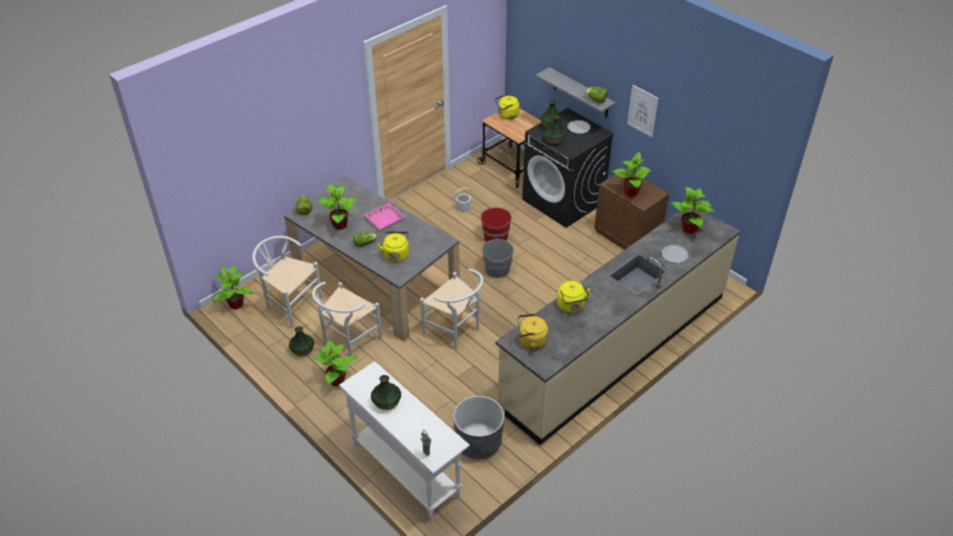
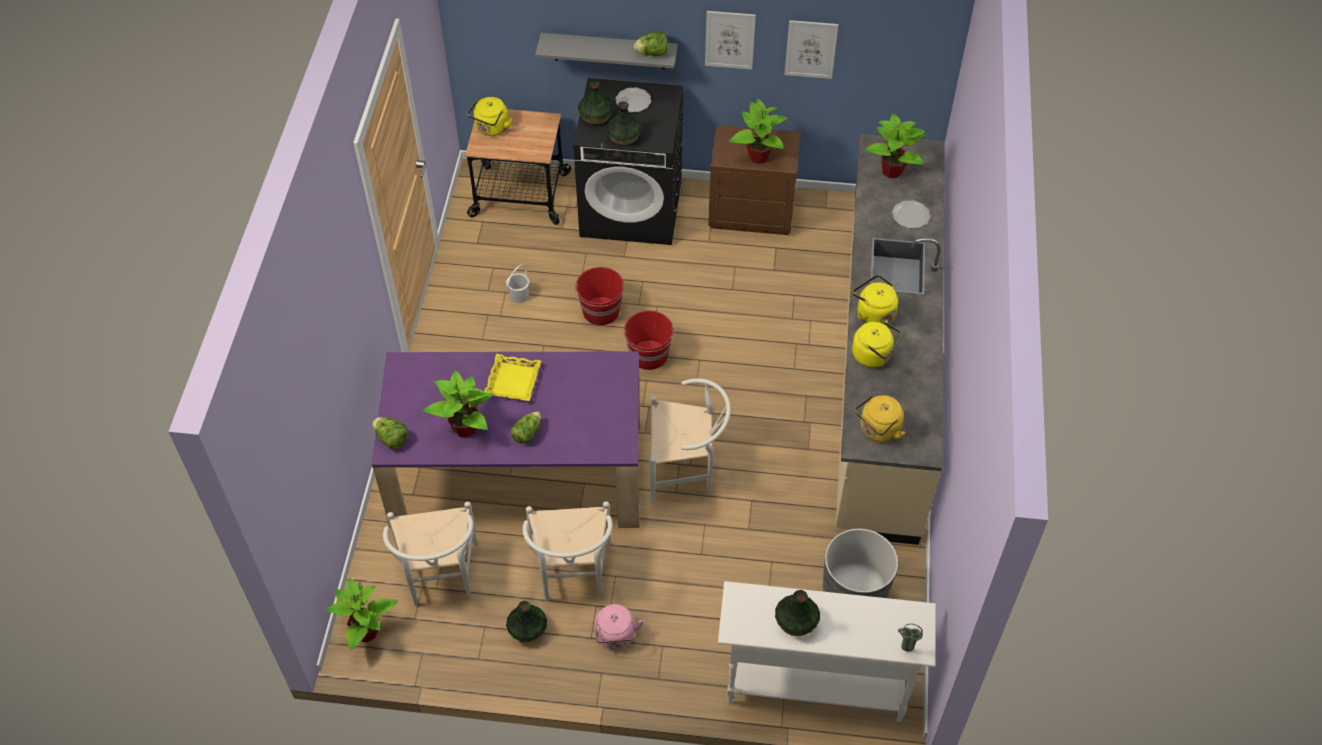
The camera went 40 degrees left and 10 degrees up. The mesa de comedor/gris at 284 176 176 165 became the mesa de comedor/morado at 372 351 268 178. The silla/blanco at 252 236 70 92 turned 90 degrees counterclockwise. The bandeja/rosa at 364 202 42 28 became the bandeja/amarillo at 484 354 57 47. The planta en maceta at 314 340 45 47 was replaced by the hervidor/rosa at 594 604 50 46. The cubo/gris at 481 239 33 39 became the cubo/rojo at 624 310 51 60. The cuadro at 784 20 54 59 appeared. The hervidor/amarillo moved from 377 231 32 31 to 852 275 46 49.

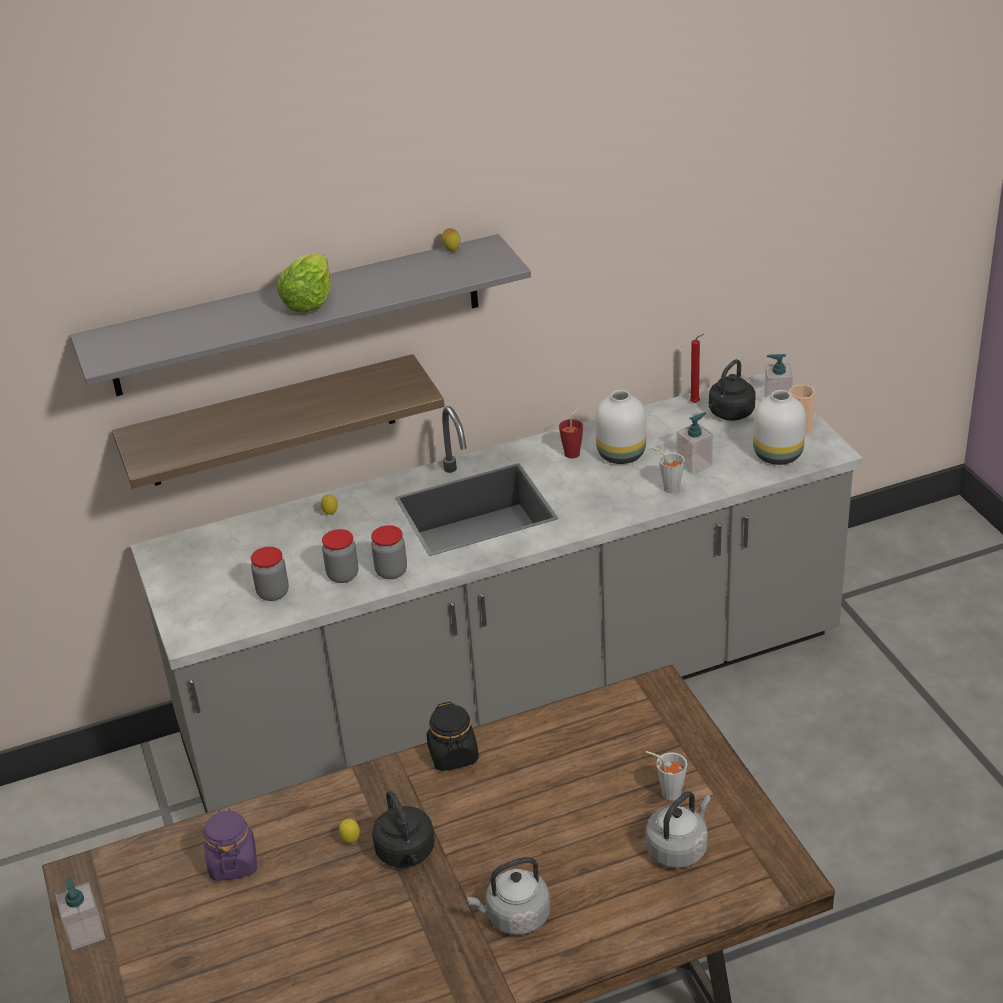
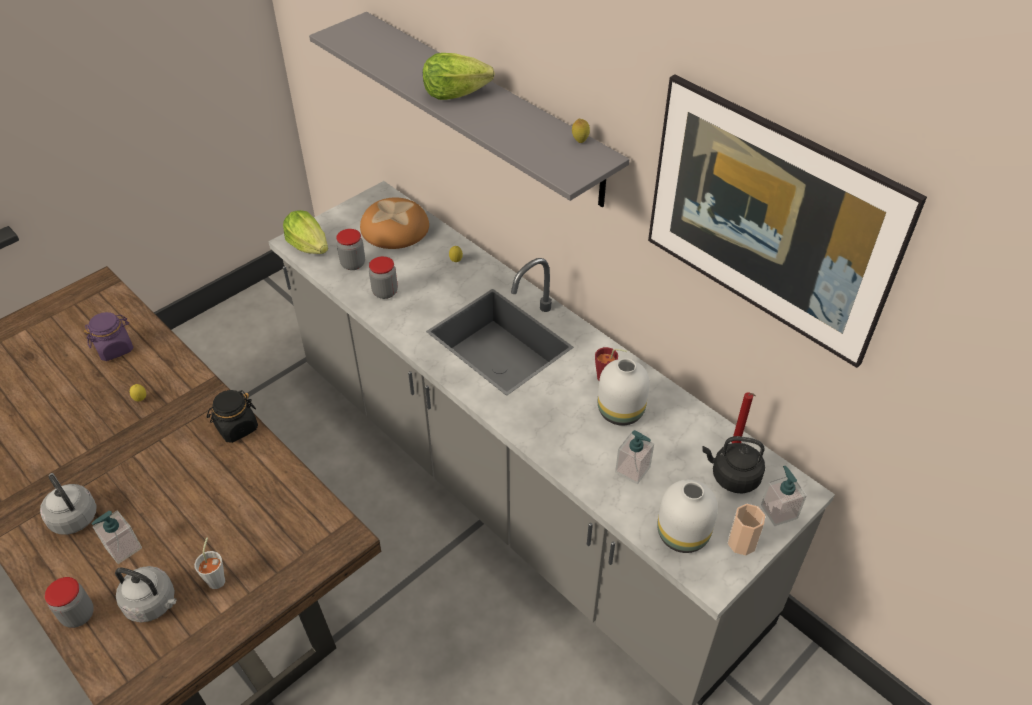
The camera went 65 degrees right and 10 degrees up. The tarro moved from 371 525 36 54 to 45 577 49 51. The dispensador de jabón moved from 55 877 50 73 to 91 511 51 53. The lechuga at 283 210 45 44 appeared. The pan at 360 197 69 52 appeared. The cuadro at 648 74 279 294 appeared. The estante at 112 354 333 135 disappeared. The hervidor/negro at 372 790 63 78 disappeared. The taza/gris at 651 447 34 46 disappeared.

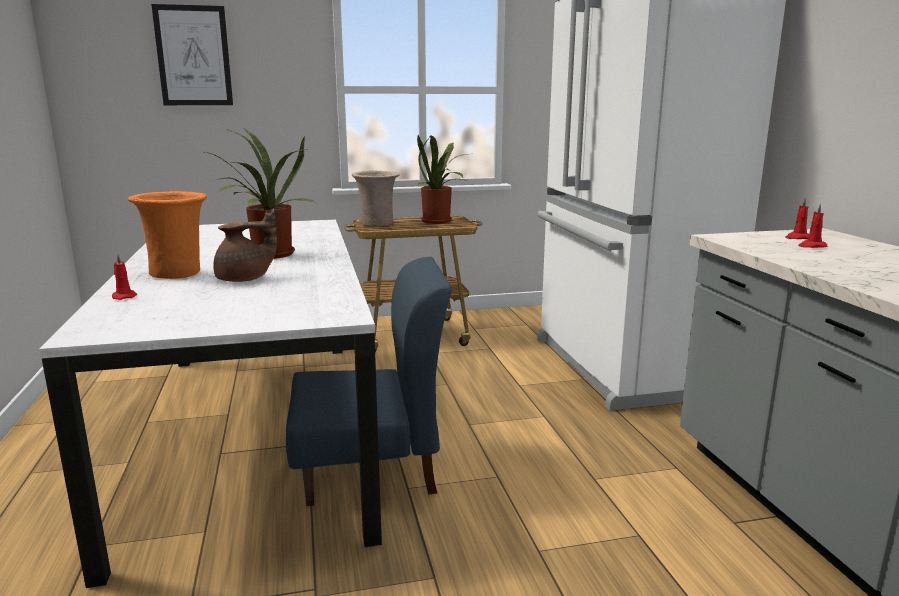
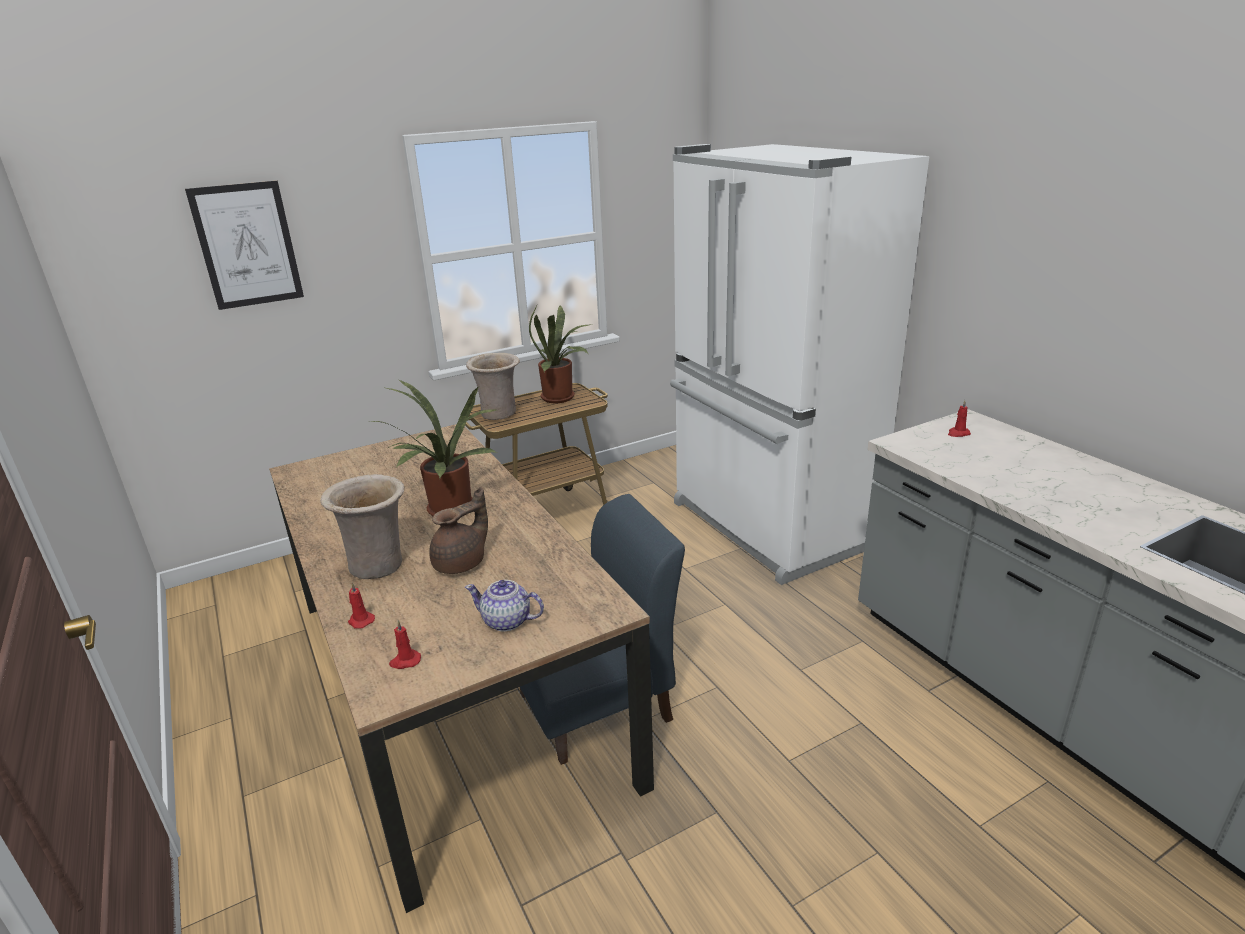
The camera went 15 degrees left and 10 degrees up. The mesa de comedor/blanco at 39 219 343 369 became the mesa de comedor/marrón at 269 424 385 489. The florero/naranja at 127 191 80 88 became the florero/beis at 320 474 85 105. The vela/rojo moved from 798 204 29 44 to 389 621 32 48. The tetera at 465 580 79 52 appeared.

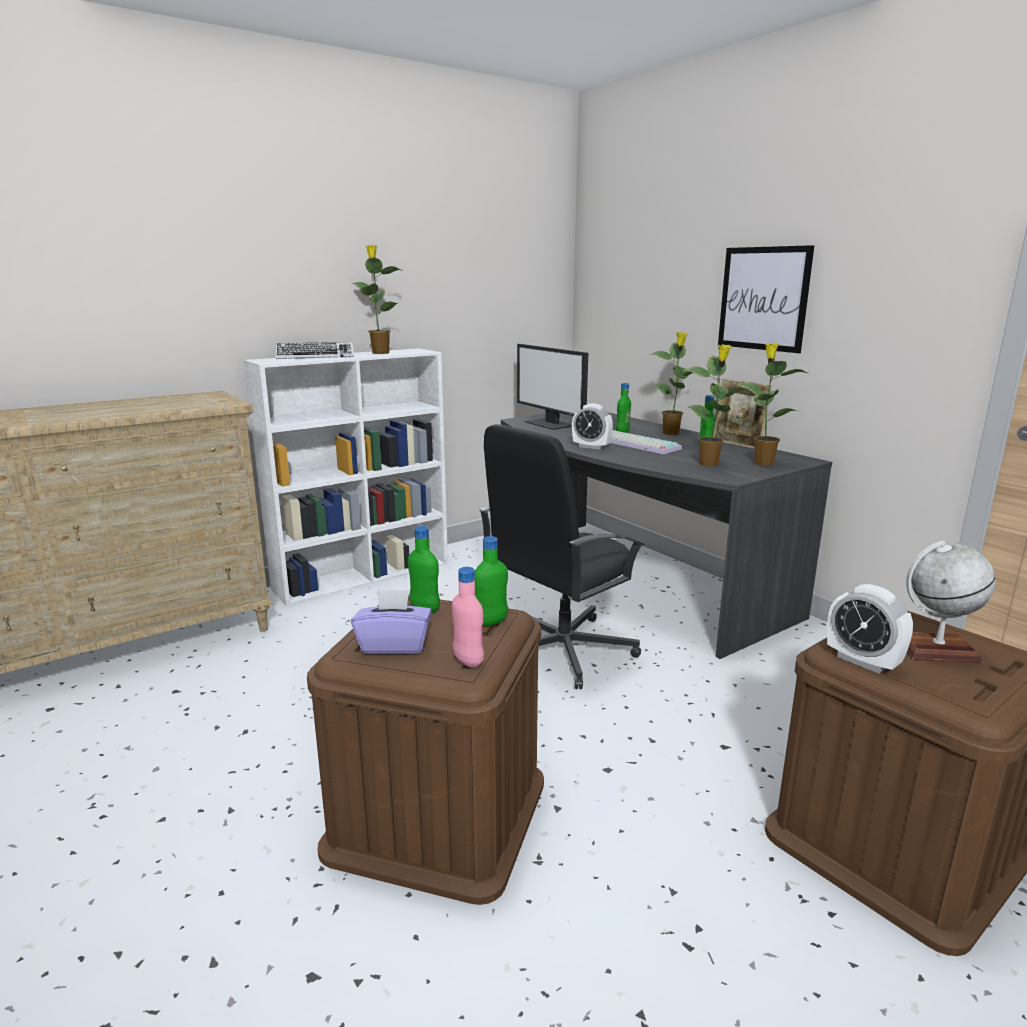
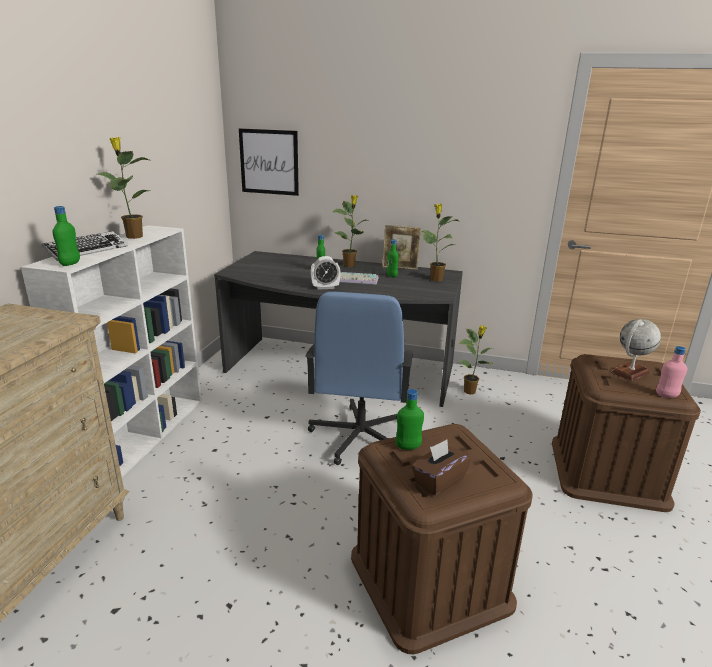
The camera went 40 degrees left and 5 degrees up. The botella/verde moved from 475 536 33 90 to 52 206 28 60. The cuadro moved from 718 245 96 108 to 239 128 60 68. The silla de oficina/negro at 479 424 166 265 became the silla de oficina/azul at 305 292 109 173. The caja de pañuelos/morado at 351 589 81 65 became the caja de pañuelos/marrón at 411 440 61 55. The planta en maceta moved from 684 344 66 123 to 459 326 34 69. The botella/rosa moved from 452 567 32 101 to 656 346 32 52. The monitor at 517 344 71 86 disappeared. The despertador at 827 584 86 89 disappeared.

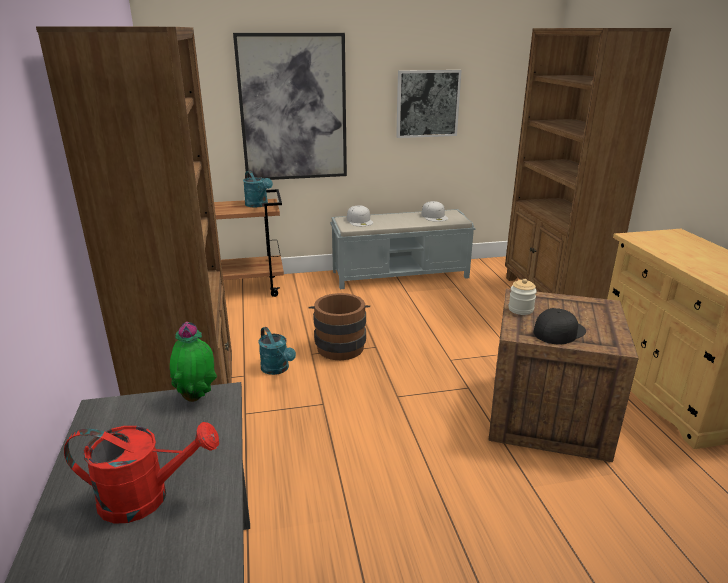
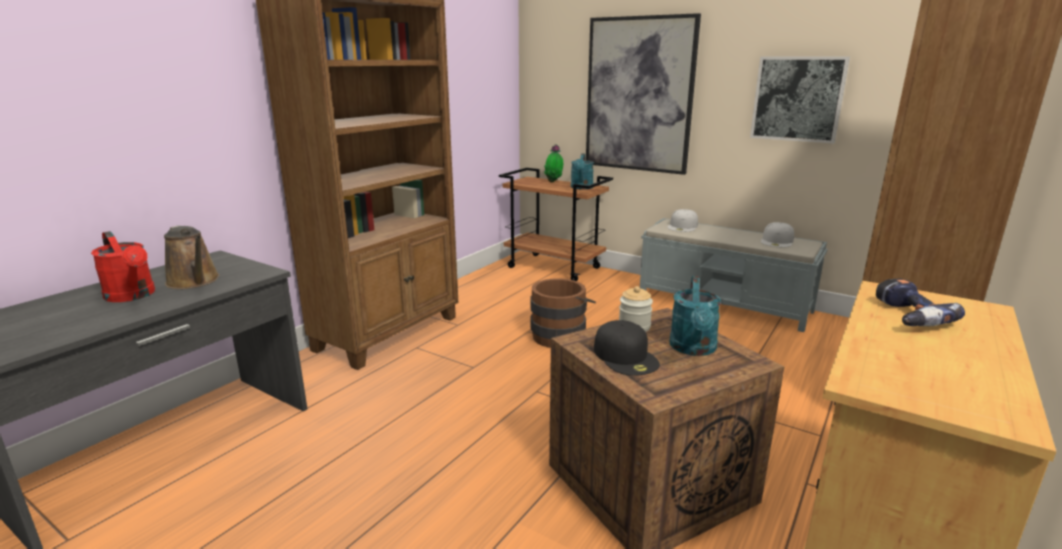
The camera went 45 degrees right and 5 degrees down. The regadera/marrón at 164 225 56 64 appeared. The planta en maceta moved from 170 322 47 80 to 544 144 19 39. The gorra/negro at 534 308 52 36 turned 60 degrees clockwise. The regadera/turquesa moved from 258 327 38 48 to 670 276 51 80. The taladro at 876 278 89 48 appeared.

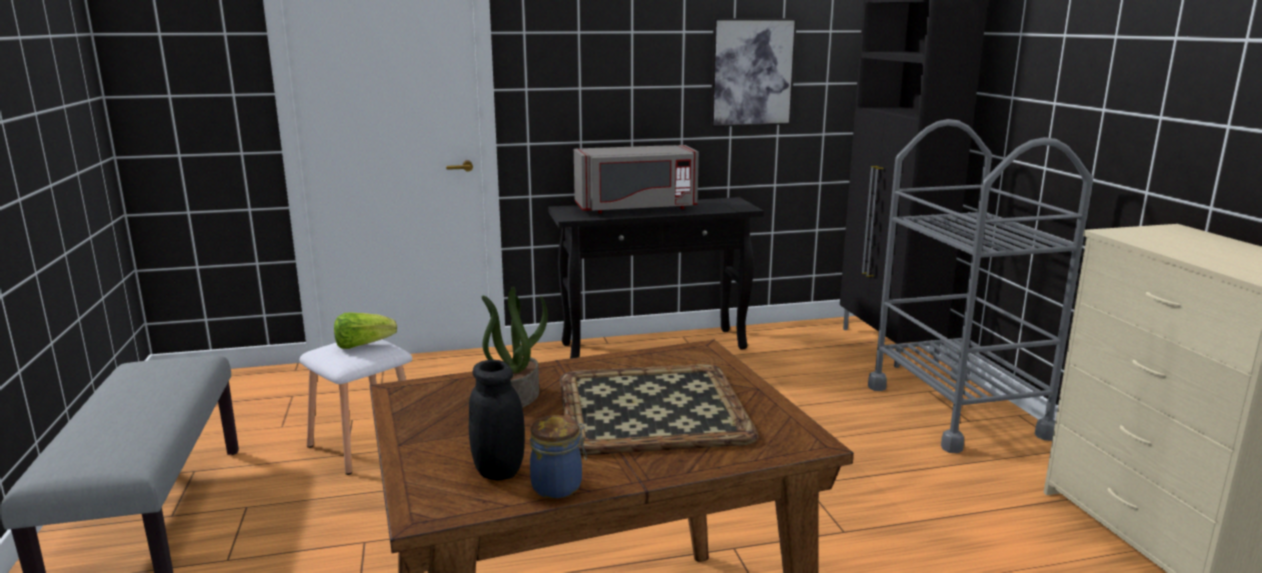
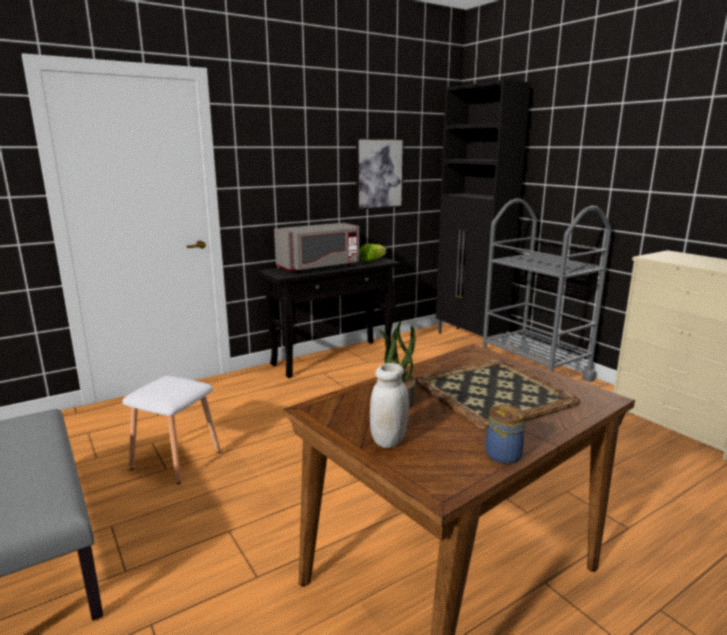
The camera went 20 degrees left and 0 degrees up. The lechuga moved from 334 312 63 37 to 360 244 27 18. The tarro/blanco at 370 363 39 85 appeared. The tarro/negro at 469 360 56 121 disappeared.

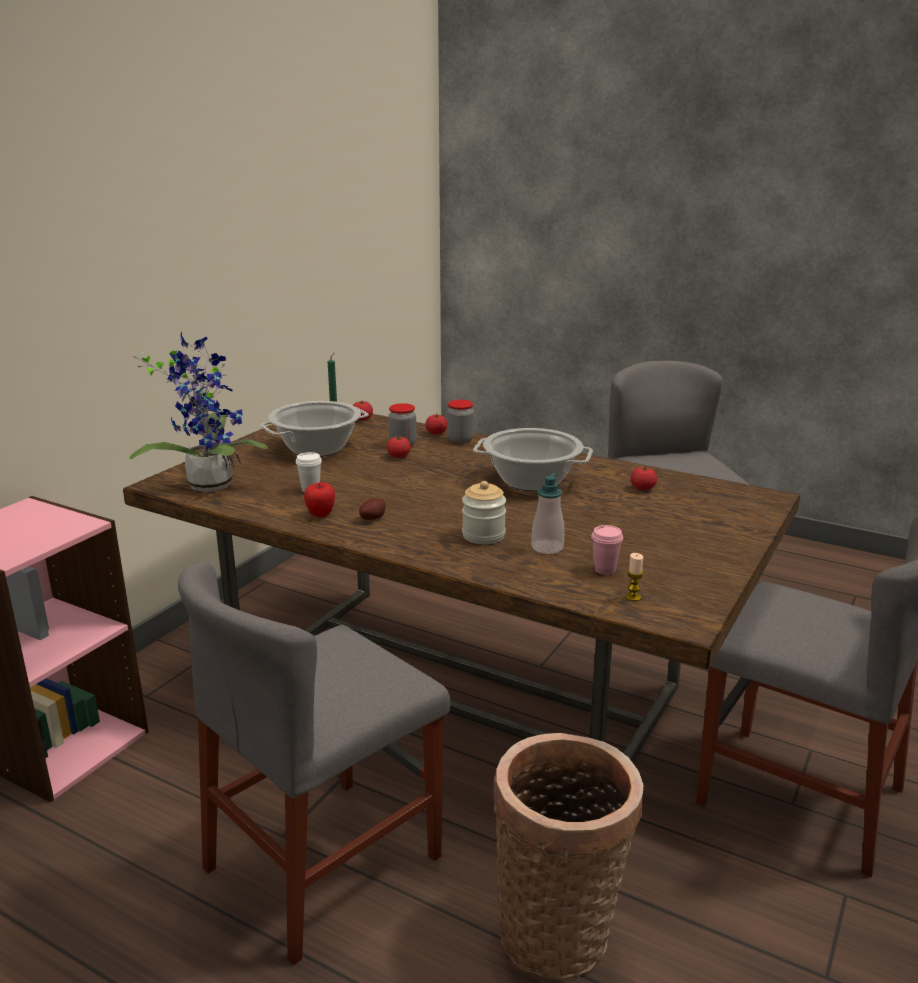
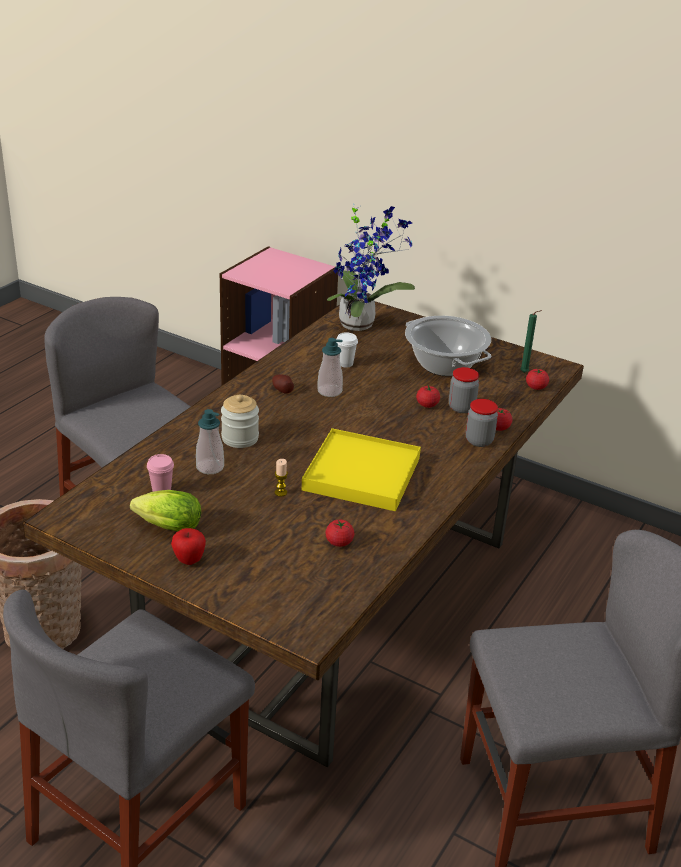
The camera went 90 degrees right and 10 degrees up. The lechuga at 130 490 71 42 appeared. The manzana moved from 304 482 31 35 to 171 528 35 37. The vela moved from 625 553 19 48 to 275 459 13 38. The olla at 473 428 120 63 was replaced by the bandeja/amarillo at 302 428 119 83. The dispensador de jabón at 317 338 26 59 appeared.

